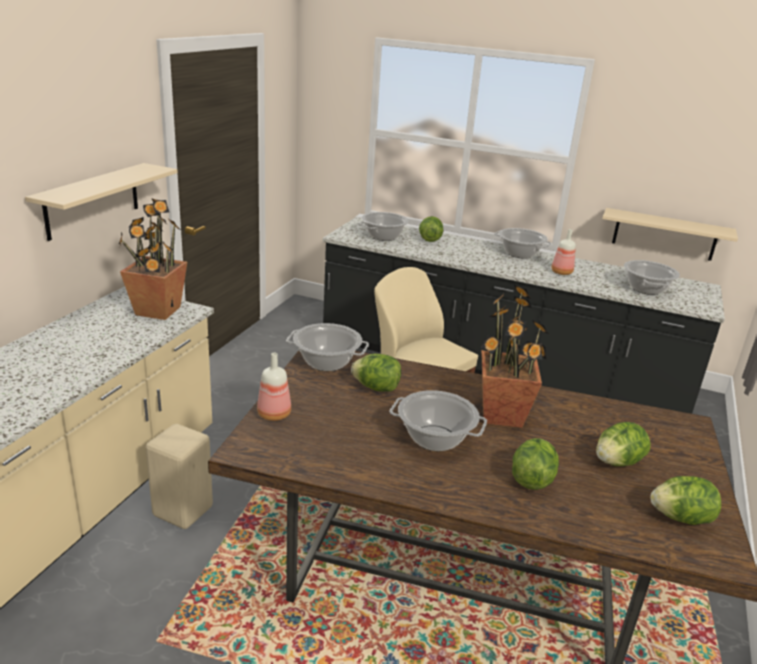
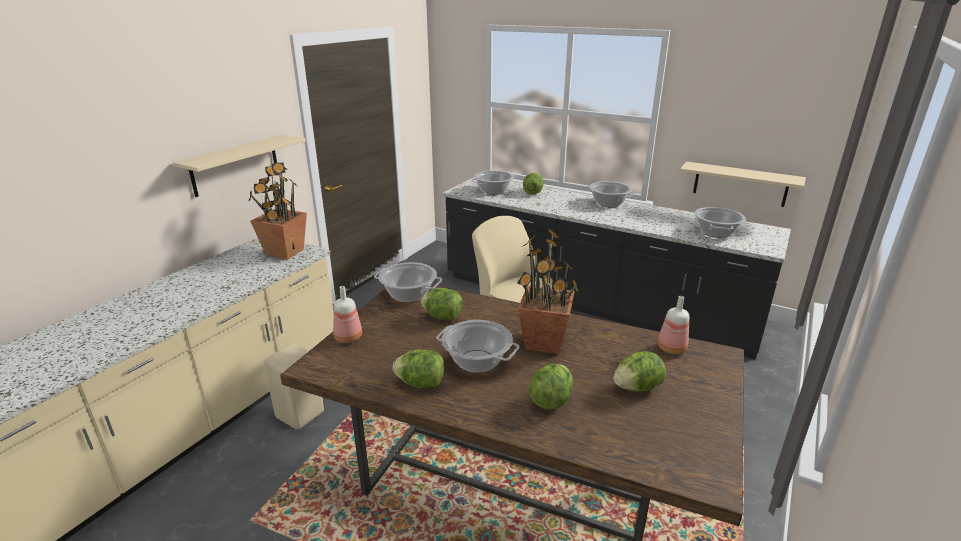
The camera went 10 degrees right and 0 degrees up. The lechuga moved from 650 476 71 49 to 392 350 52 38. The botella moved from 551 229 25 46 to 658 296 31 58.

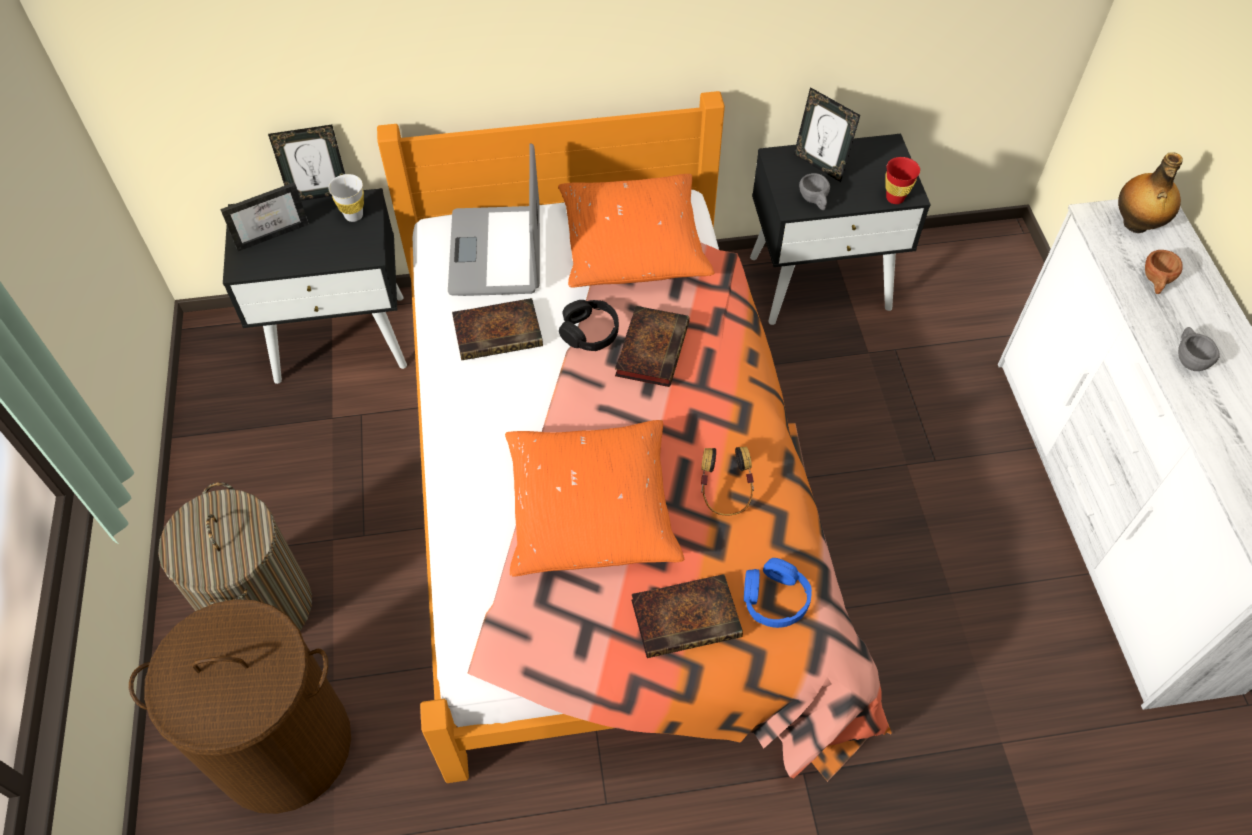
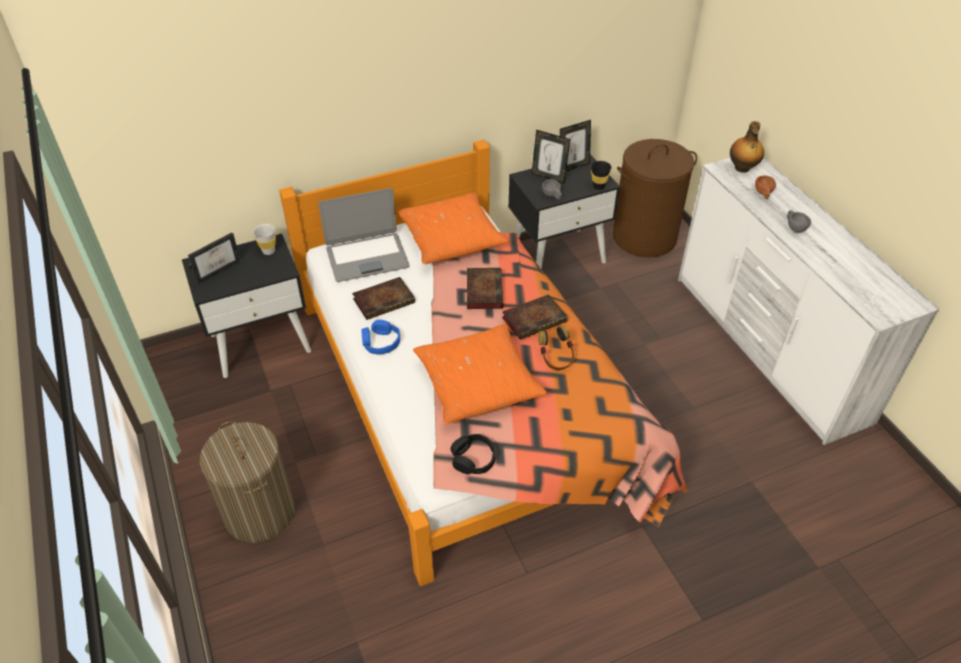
The camera went 15 degrees left and 10 degrees down. The portátil at 448 144 92 152 turned 90 degrees counterclockwise. The auriculares/azul moved from 744 558 68 70 to 361 320 39 34. The auriculares/negro moved from 559 300 60 51 to 450 434 46 40. The libro moved from 631 574 112 84 to 502 295 66 45. The portarretratos moved from 268 125 77 76 to 560 120 31 51. The taza/rojo at 885 157 35 47 became the taza/negro at 591 161 21 29. The cesto de la ropa/marrón moved from 129 599 222 215 to 613 139 84 119.

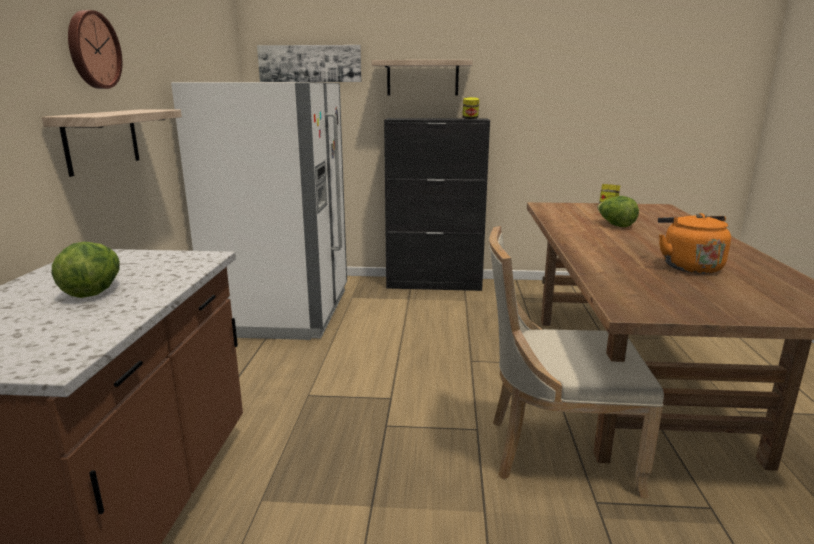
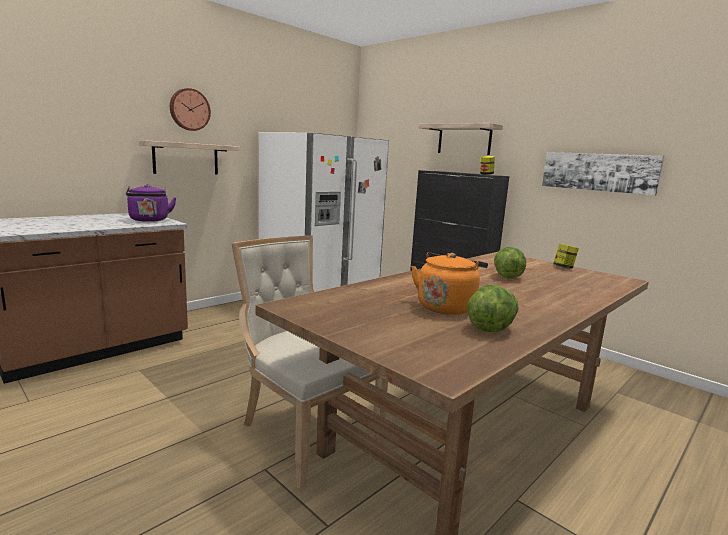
The camera went 40 degrees right and 5 degrees down. The hervidor/morado at 126 184 50 38 appeared. The lechuga moved from 52 242 68 56 to 467 285 51 47. The cuadro moved from 257 45 105 37 to 542 152 122 43.

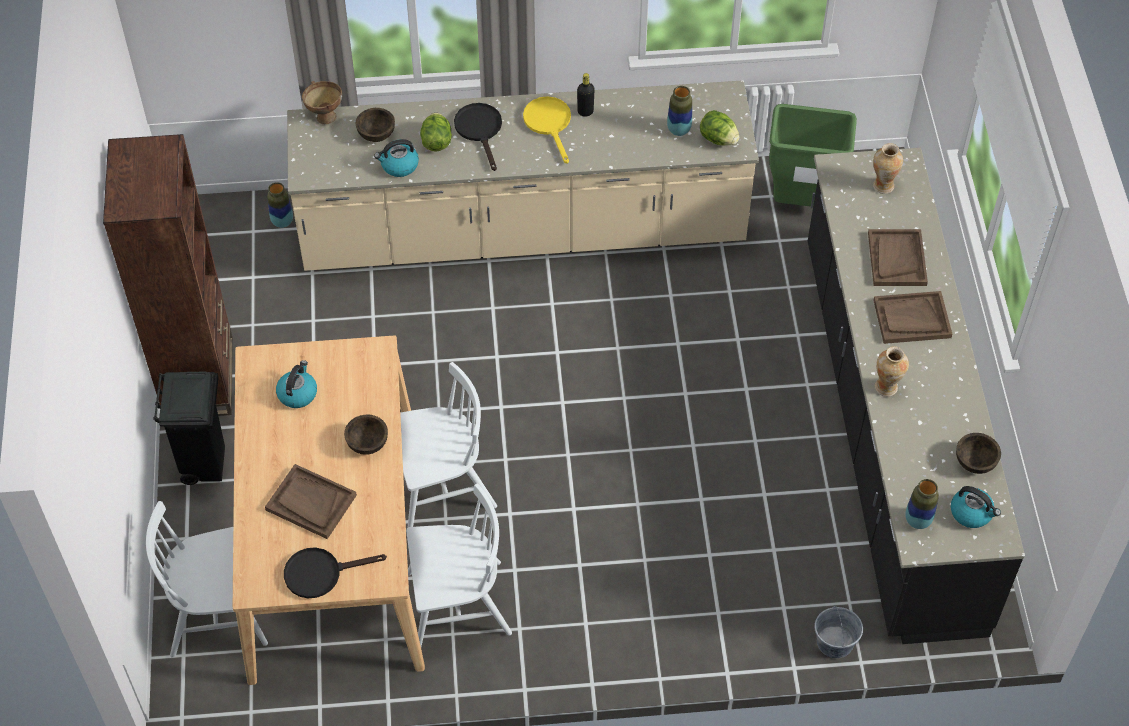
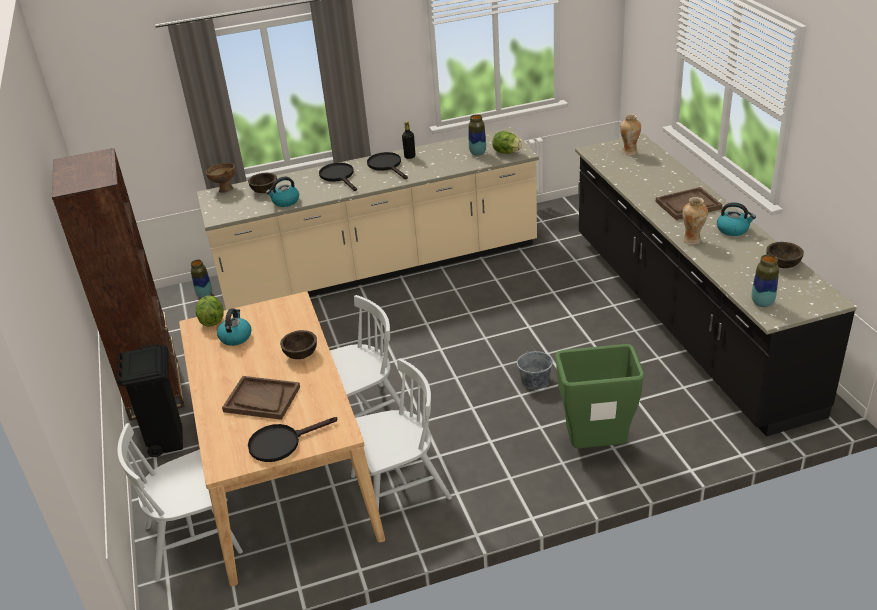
The camera went 10 degrees left and 20 degrees down. The lechuga moved from 420 113 32 39 to 195 296 29 30. The sartén/amarillo at 523 96 48 68 became the sartén/negro at 367 152 41 27. The cubo/gris moved from 814 605 49 53 to 517 345 36 45. The papelera/verde moved from 769 104 88 103 to 555 344 90 104. The hervidor moved from 951 486 50 42 to 717 202 39 34. The bandeja/marrón at 868 229 60 57 disappeared.

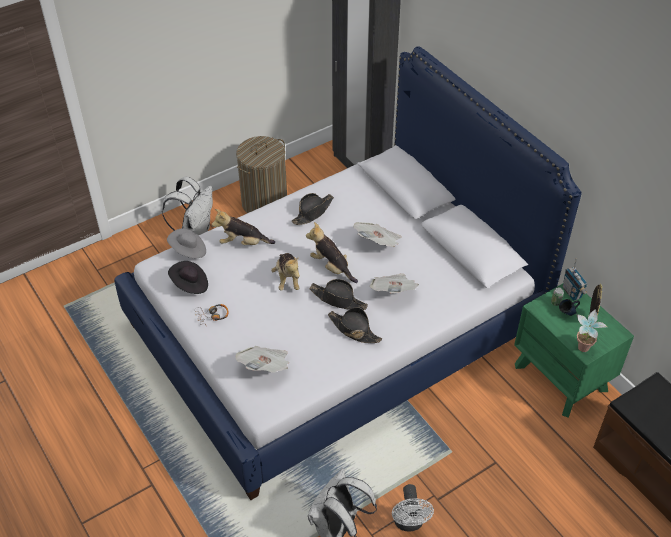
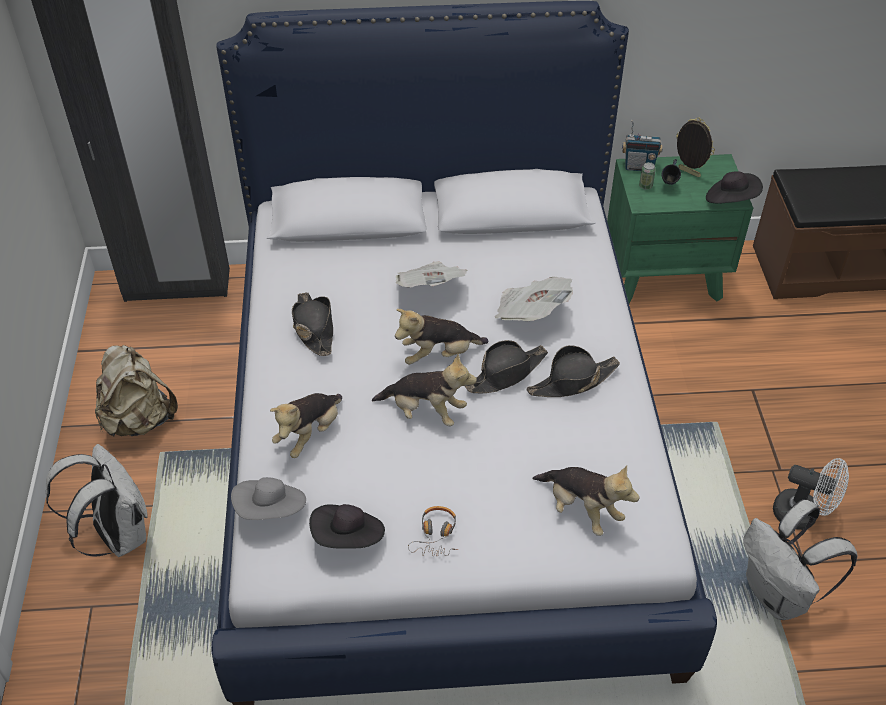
The camera went 60 degrees left and 0 degrees up. The cesto de la ropa at 236 136 51 77 was replaced by the mochila/beis at 95 345 83 91. The periódico at 236 346 53 27 was replaced by the peluche at 532 465 108 71. The planta en maceta at 576 309 31 43 was replaced by the sombrero/negro at 706 171 57 33.

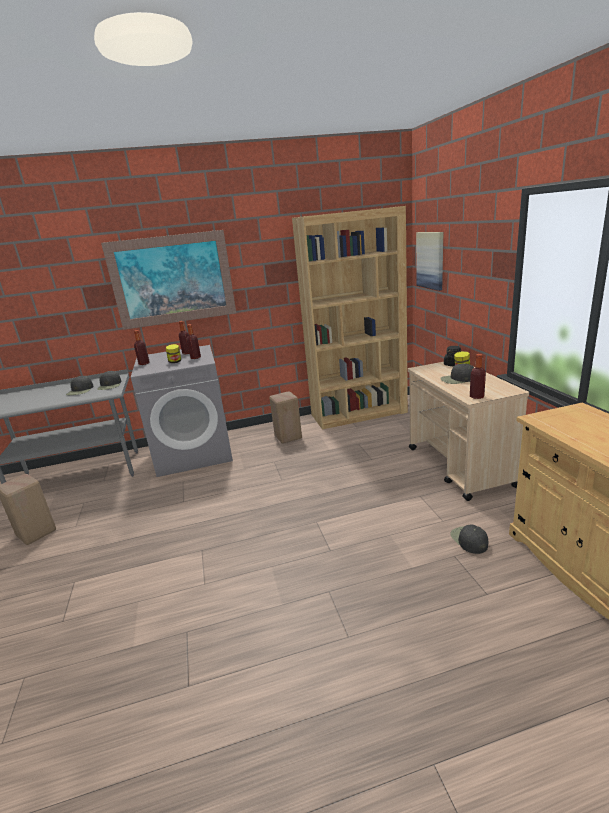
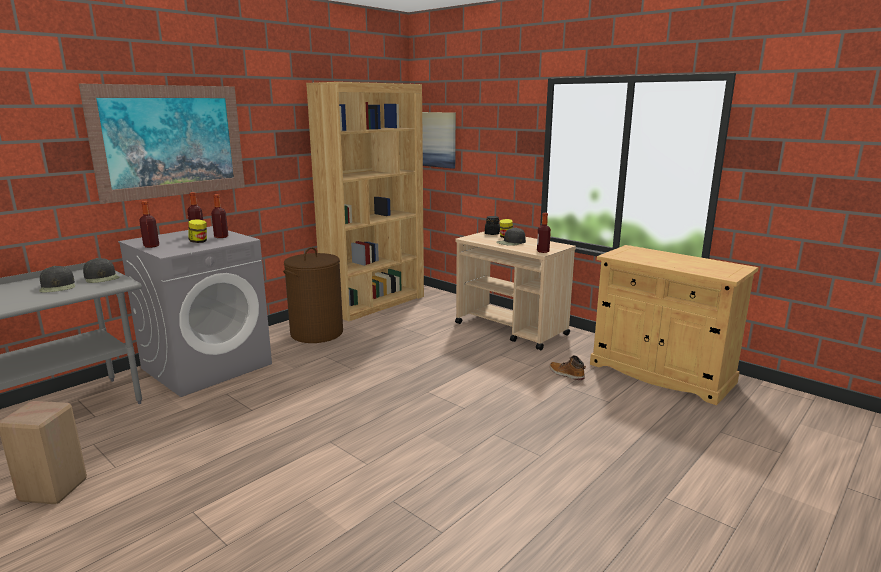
The camera went 35 degrees left and 5 degrees down. The taburete/beis at 270 391 32 53 was replaced by the cesto de la ropa/marrón at 283 247 60 96. The gorra/negro at 450 524 38 30 was replaced by the bota at 550 355 36 25.

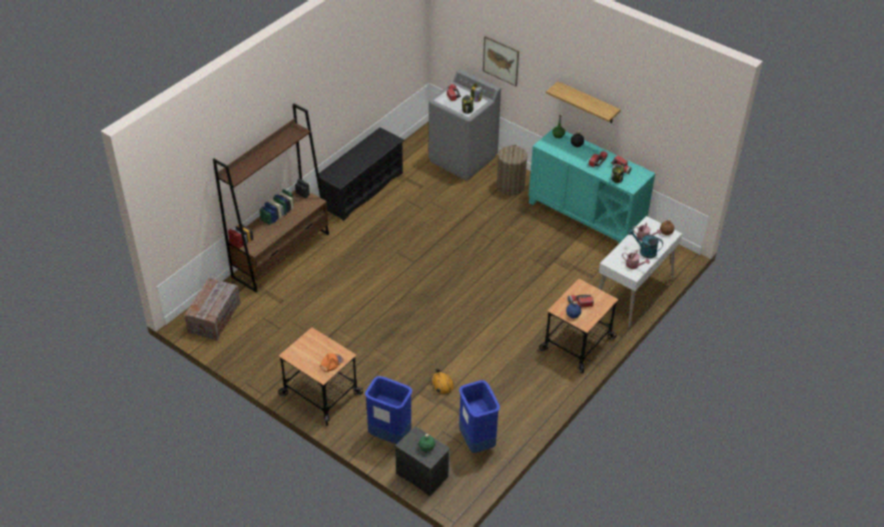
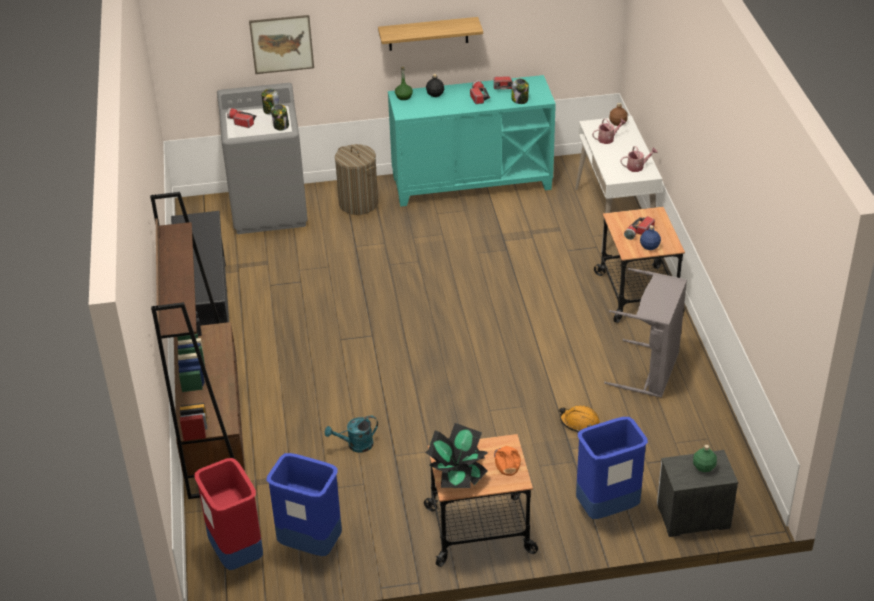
The camera went 45 degrees left and 5 degrees down. The caja de embalaje at 184 278 57 63 was replaced by the papelera/rojo at 195 458 68 112. The papelera/azul moved from 459 380 41 73 to 267 453 75 103. The regadera/turquesa moved from 628 229 35 29 to 325 416 53 37. The planta en maceta at 426 423 62 65 appeared. The cesto de la ropa/gris at 604 268 83 130 appeared.

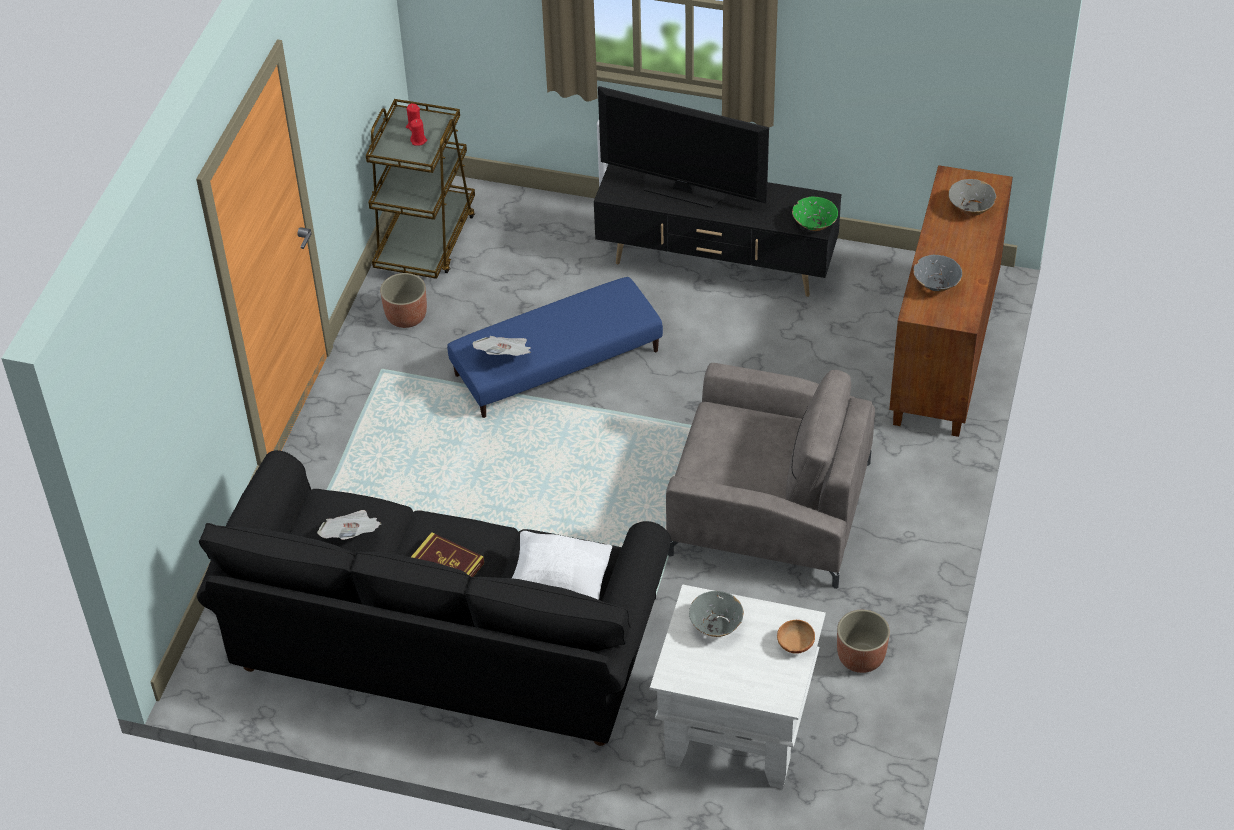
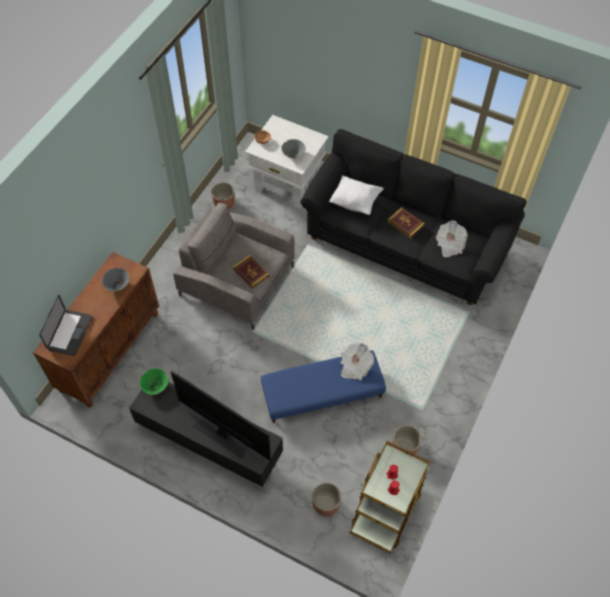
The camera went 170 degrees left and 10 degrees up. The cuenco/gris at 949 179 47 37 was replaced by the portátil at 39 295 53 61. The libro at 233 255 36 34 appeared. The maceta at 312 482 29 34 appeared.

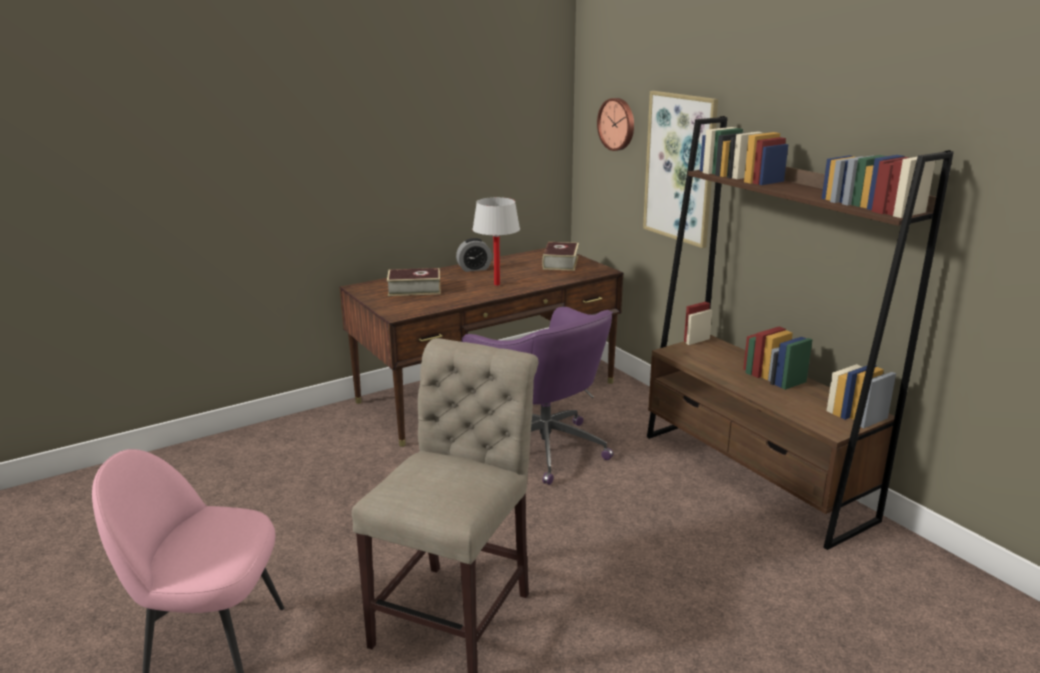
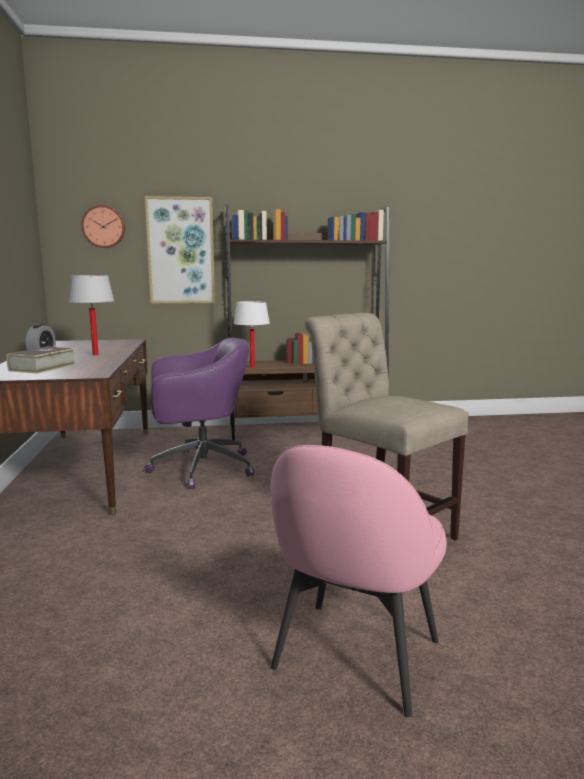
The camera went 65 degrees left and 10 degrees down. The lámpara de mesa/blanco at 234 301 36 67 appeared. The libro at 542 242 37 29 disappeared.

